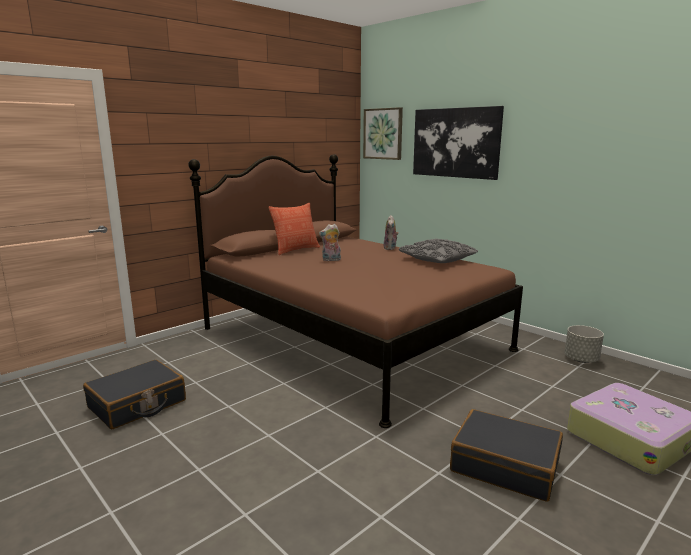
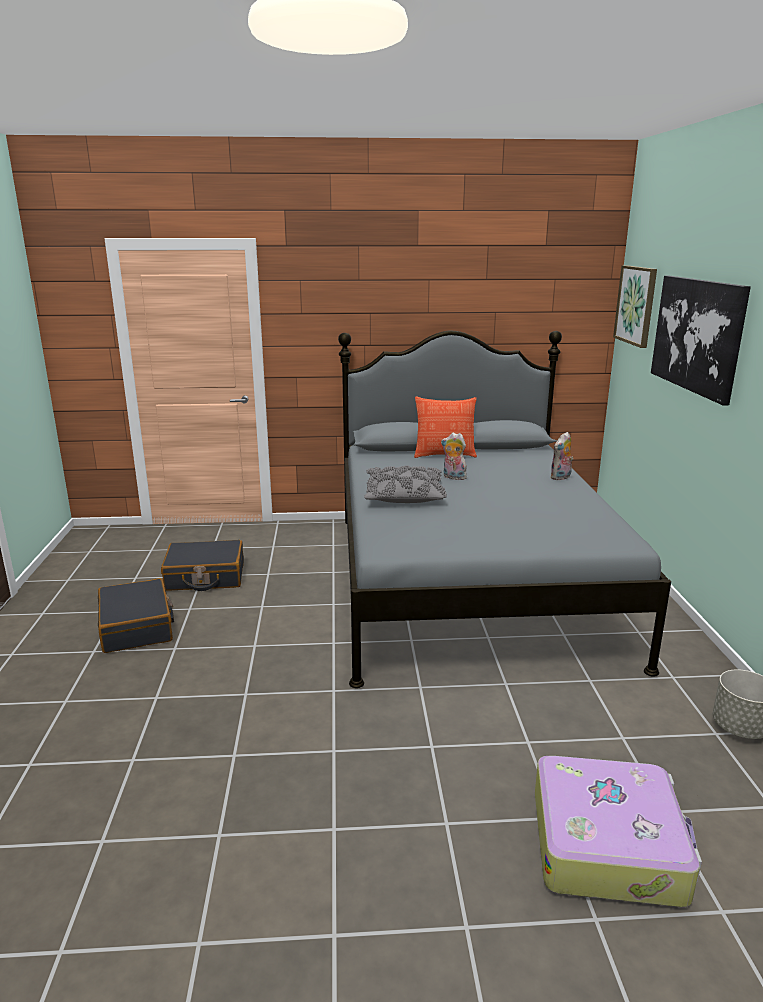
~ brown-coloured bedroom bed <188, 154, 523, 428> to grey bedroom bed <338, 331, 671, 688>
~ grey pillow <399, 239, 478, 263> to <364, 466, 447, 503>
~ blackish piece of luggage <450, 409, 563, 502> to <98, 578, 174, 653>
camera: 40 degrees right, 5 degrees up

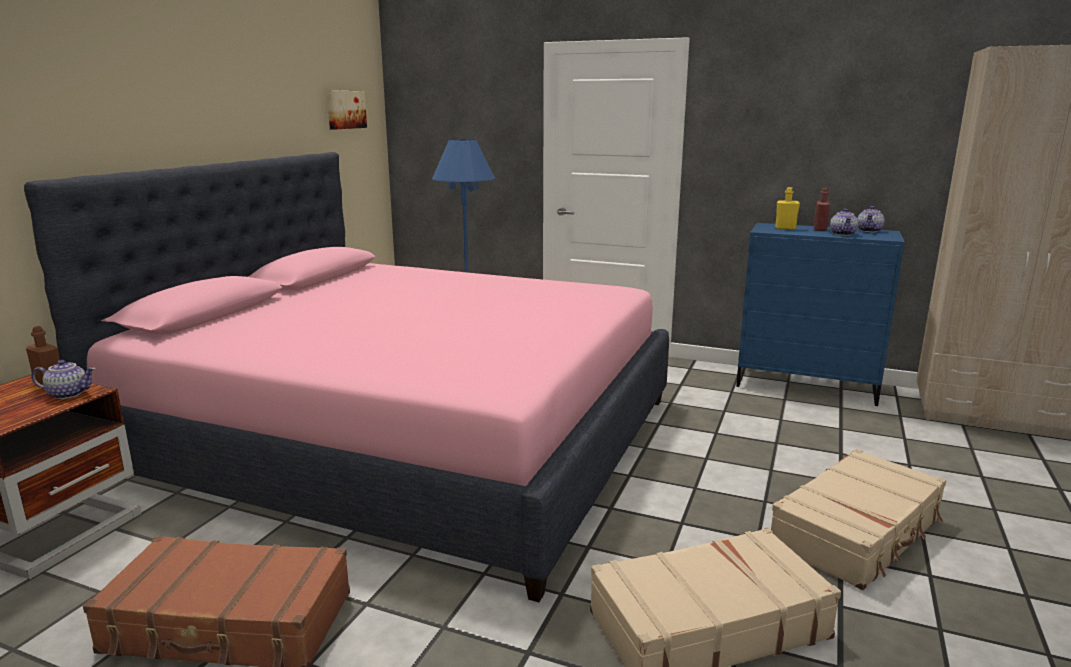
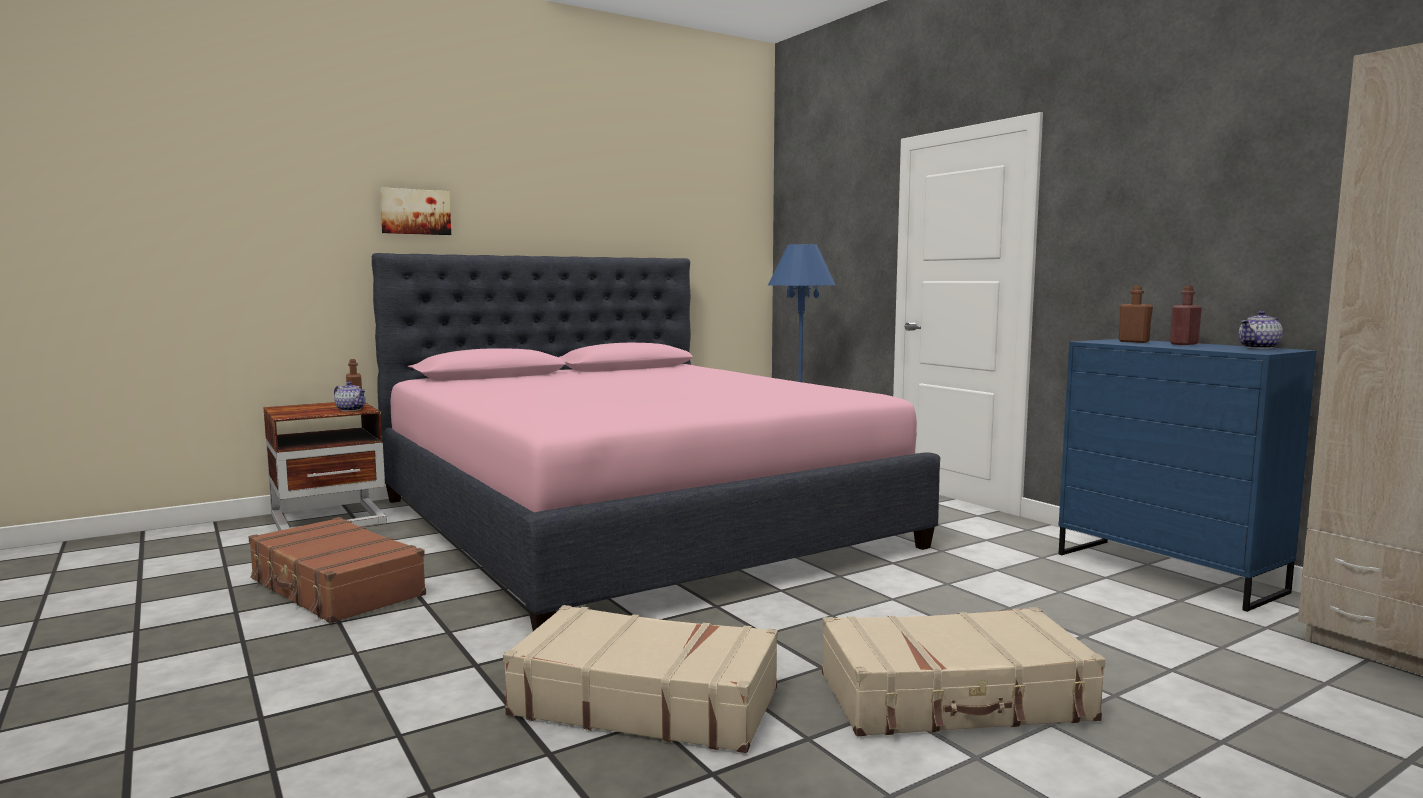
~ wall picture <327, 90, 367, 130> to <380, 187, 451, 235>
~ yellowish bottle <775, 187, 800, 230> to brown-coloured bottle <1119, 286, 1153, 343>
- pot for tea <830, 209, 858, 236>
camera: 35 degrees right, 10 degrees down

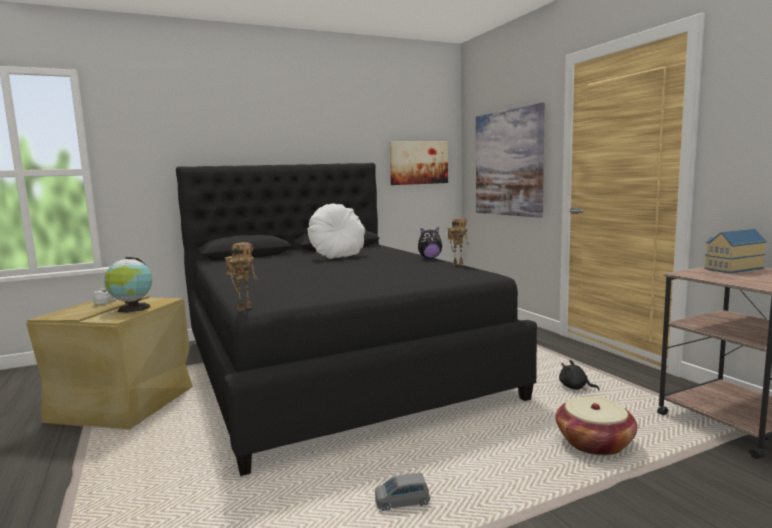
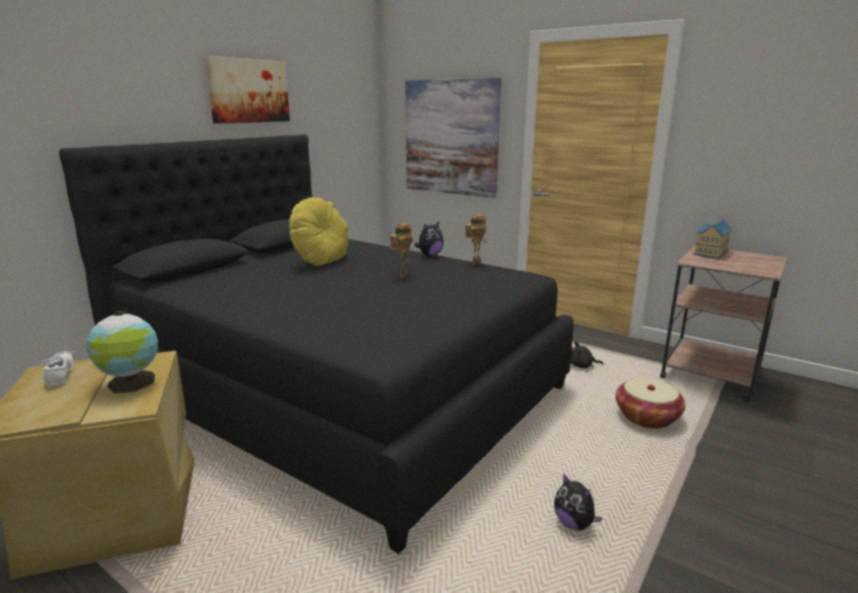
~ model robot <225, 242, 258, 311> to <390, 222, 413, 277>
~ white-coloured pillow <308, 204, 365, 259> to yellowish pillow <289, 197, 348, 266>
~ grey miniature car <375, 473, 430, 511> to soft toy <554, 474, 603, 530>
~ wall picture <389, 141, 448, 185> to <205, 56, 290, 124>
camera: 30 degrees left, 10 degrees up

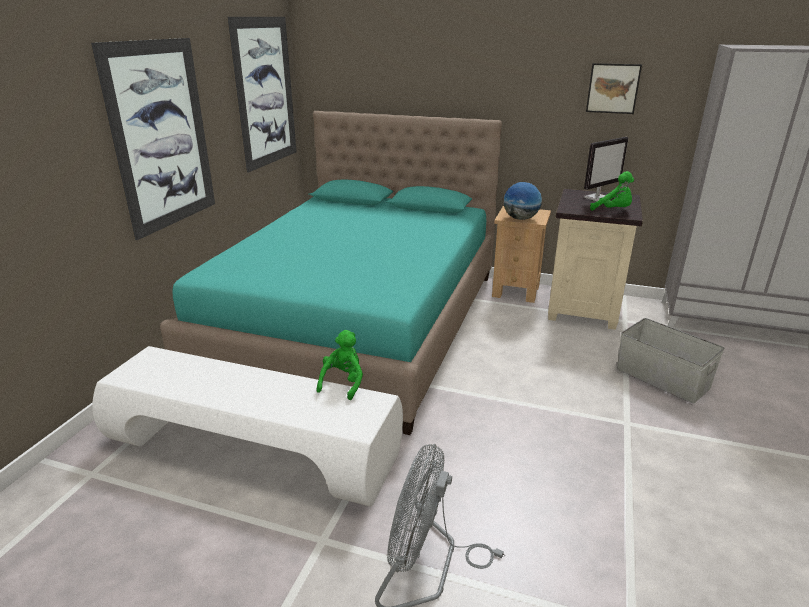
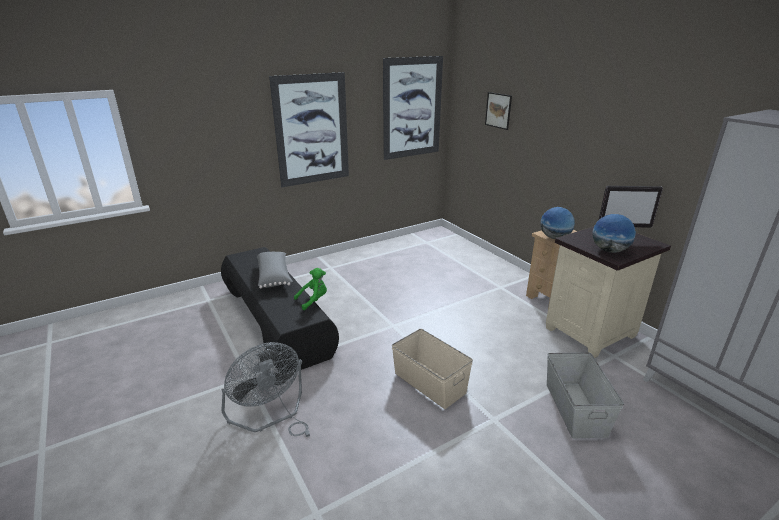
~ white-coloured bench <92, 346, 403, 507> to blackish bench <221, 247, 339, 374>
- turquoise-coloured bedroom bed <160, 111, 502, 435>
~ wall picture <586, 63, 642, 114> to <485, 92, 512, 130>
~ green soft toy <590, 171, 634, 211> to world globe <593, 214, 636, 253>
+ grey pillow <257, 252, 293, 289>
+ sand-coloured storage box <392, 329, 473, 409>
camera: 40 degrees right, 0 degrees up

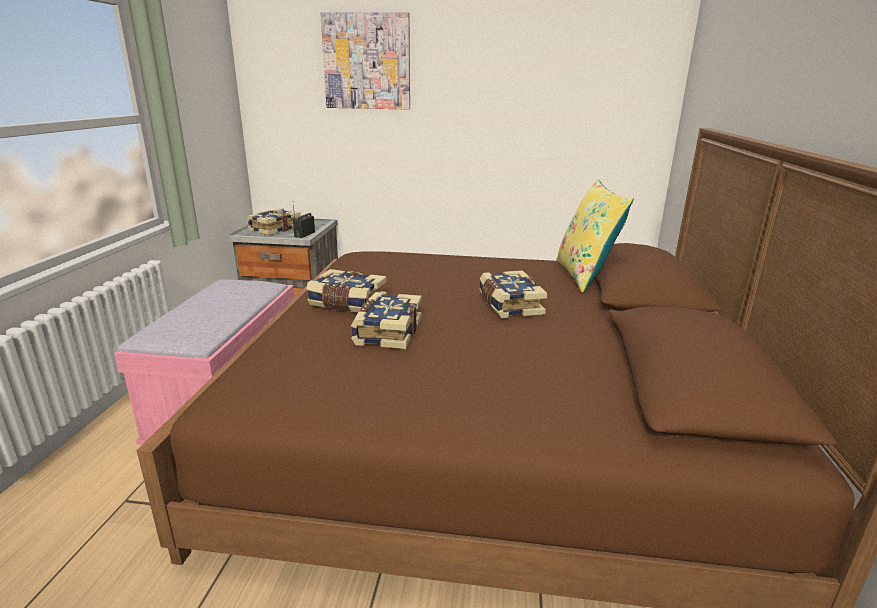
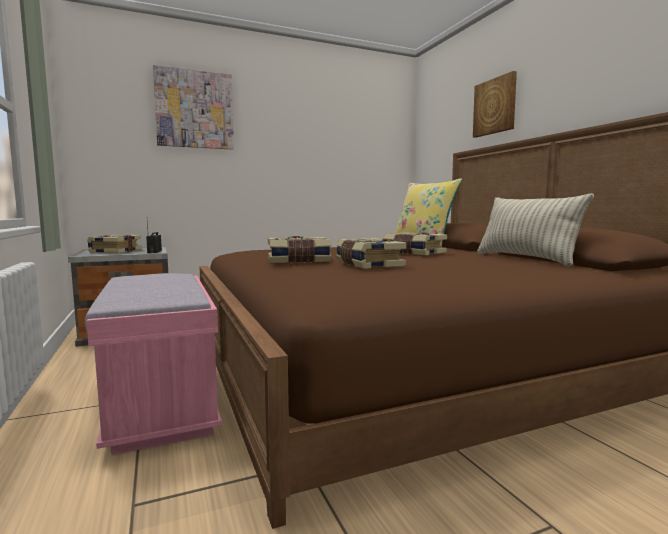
+ wall picture <473, 71, 517, 138>
+ pillow <477, 193, 594, 266>
camera: 30 degrees left, 15 degrees down

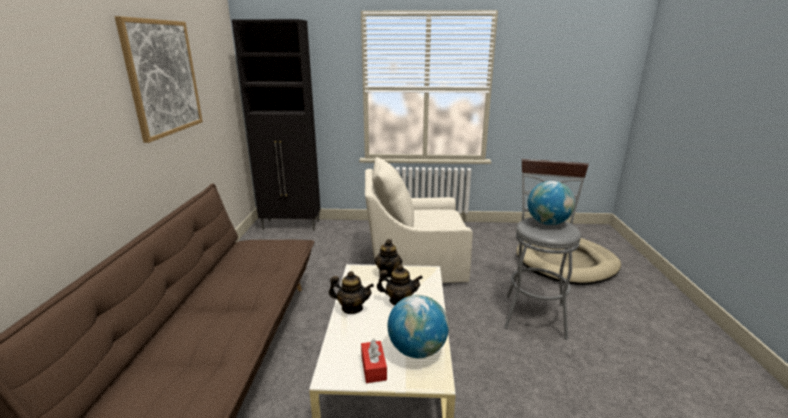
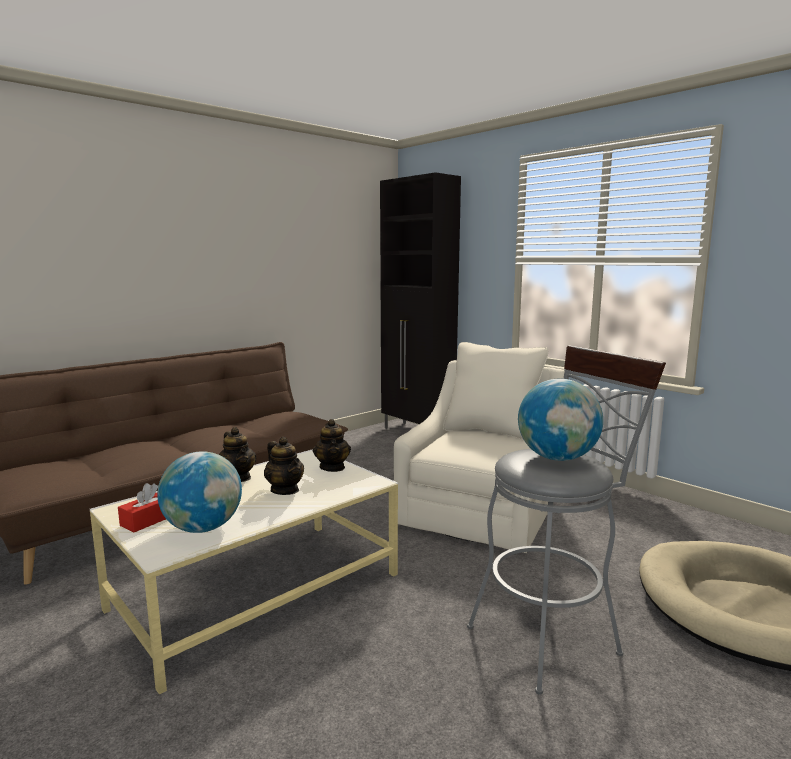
- wall picture <115, 16, 203, 143>
~ sand-coloured easy chair <365, 157, 473, 283> = <394, 342, 564, 553> 75 degrees clockwise
~ pot for tea <374, 239, 402, 278> = <313, 419, 351, 472> 60 degrees counterclockwise
camera: 45 degrees right, 10 degrees down

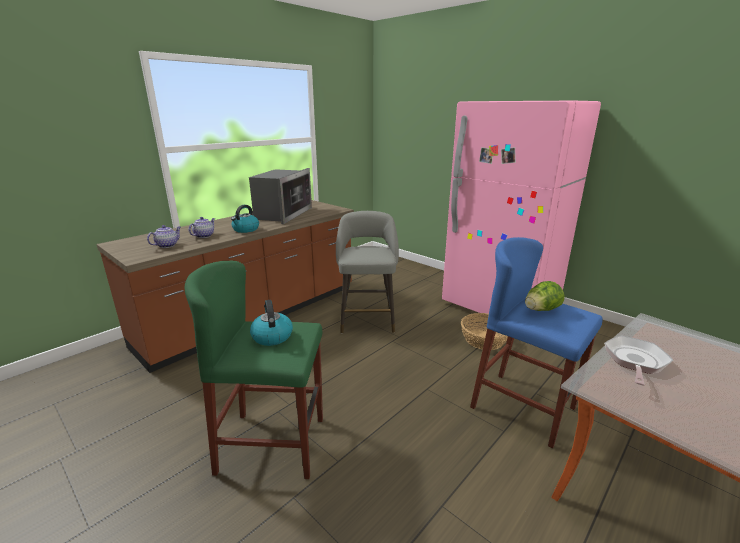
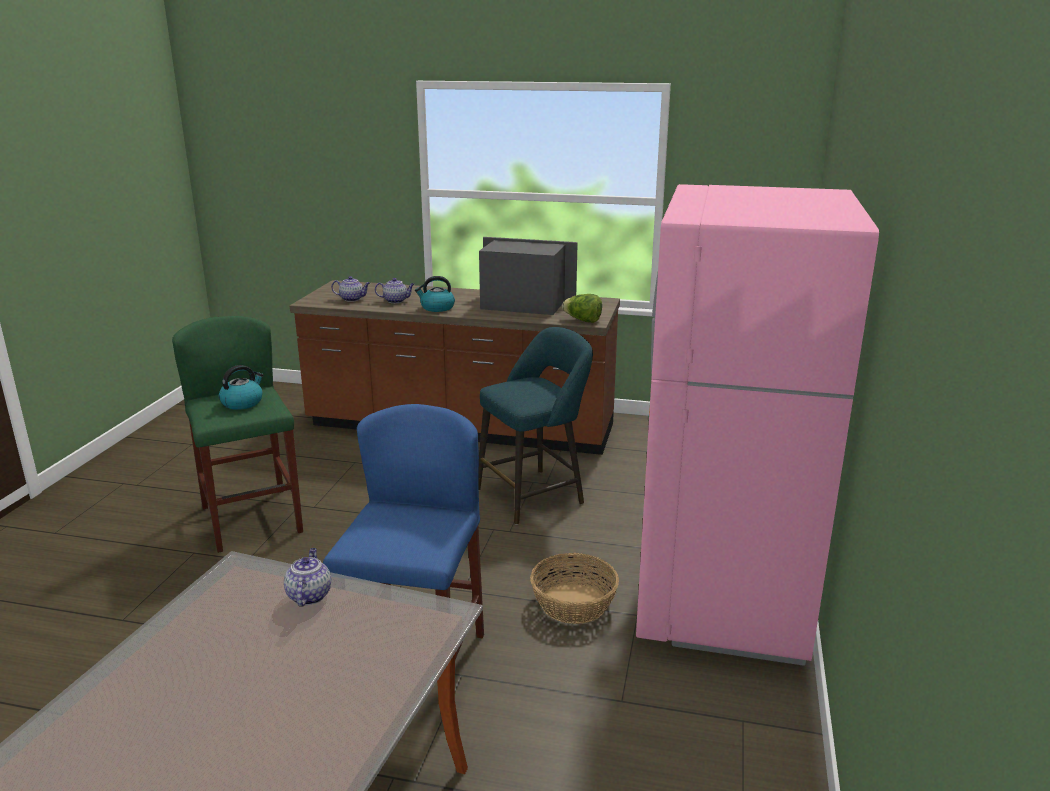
~ microwave <249, 168, 312, 224> = <479, 237, 578, 315> 150 degrees counterclockwise
~ grey sitting stool <336, 211, 399, 334> to turquoise-coloured sitting stool <478, 327, 593, 525>
~ lettuce head <525, 281, 565, 311> to <562, 294, 602, 323>
~ pan <604, 335, 673, 386> to pot for tea <284, 548, 331, 607>
camera: 60 degrees right, 0 degrees up

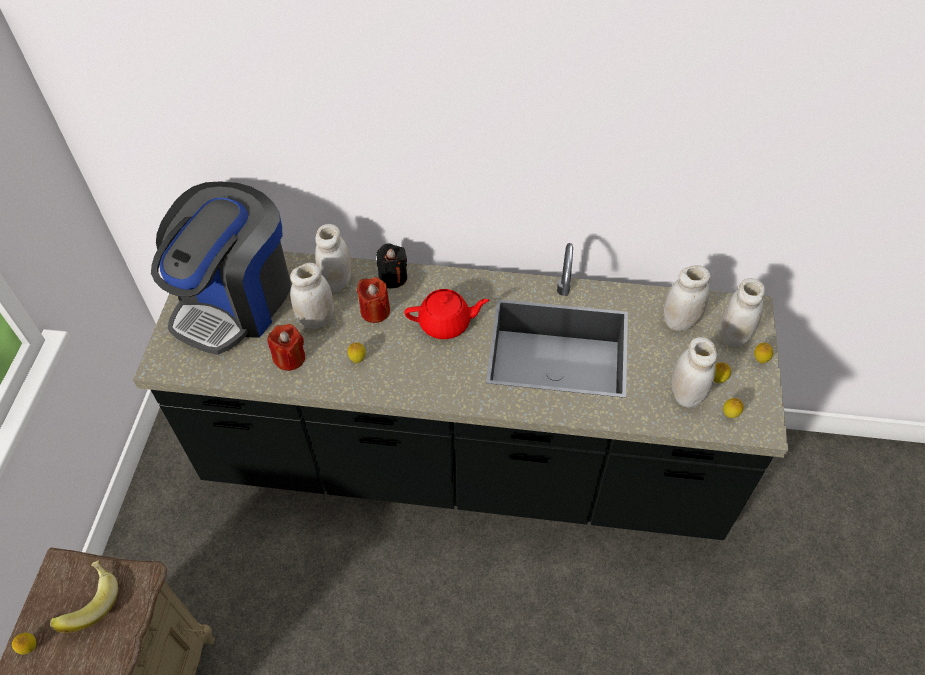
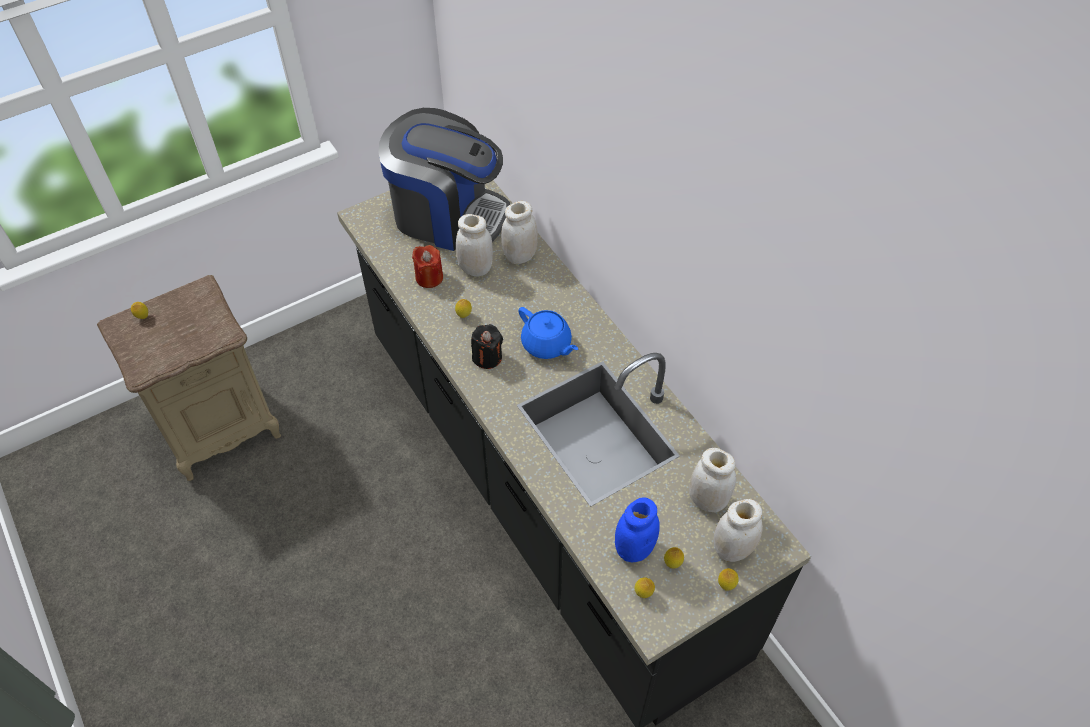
- banana <50, 560, 118, 633>
~ coffee brewer <151, 181, 291, 355> = <378, 108, 510, 251> 150 degrees counterclockwise
- red wax candle <357, 277, 390, 323>
~ blackish wax candle <376, 243, 407, 288> to <471, 324, 503, 369>
~ red pot for tea <404, 289, 489, 339> to blue-coloured pot for tea <519, 307, 578, 359>
~ white-coloured jar <672, 337, 717, 407> to blue-coloured jar <615, 497, 660, 562>
camera: 50 degrees right, 0 degrees up

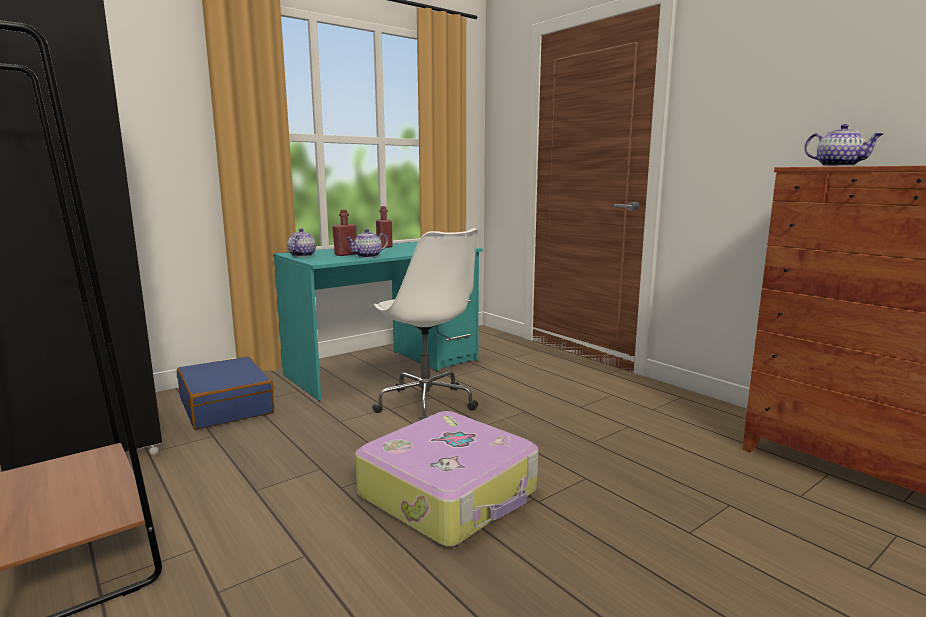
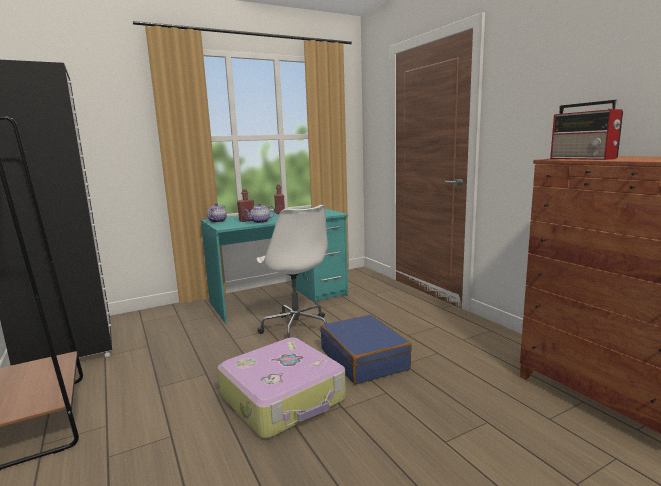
~ blue-coloured piece of luggage <177, 356, 274, 430> to <320, 315, 412, 384>
~ pot for tea <805, 124, 883, 166> to radio <550, 100, 623, 160>
camera: 10 degrees right, 0 degrees up

